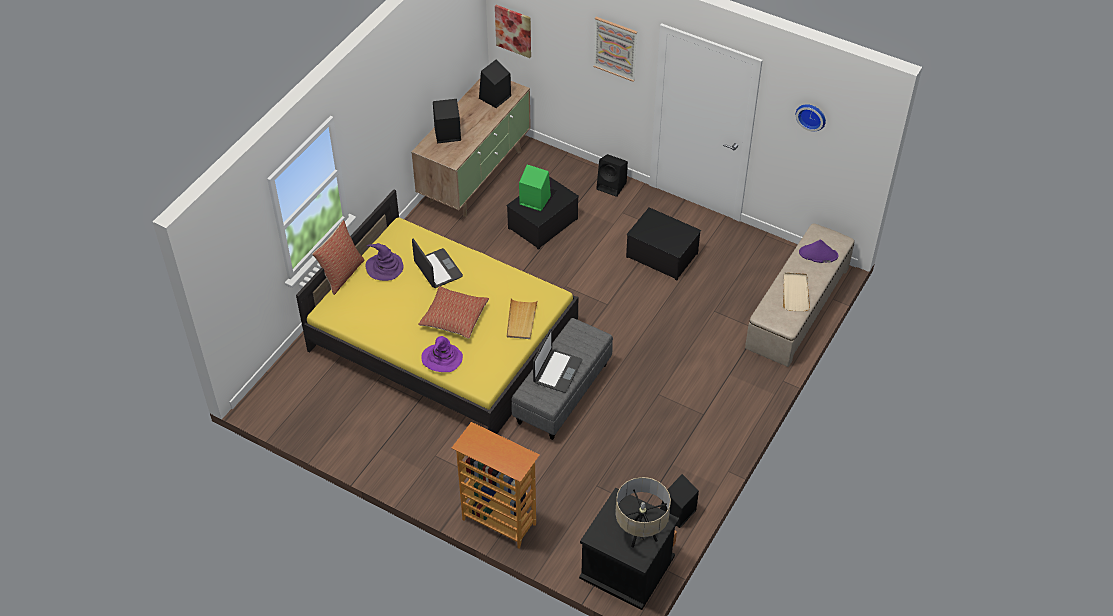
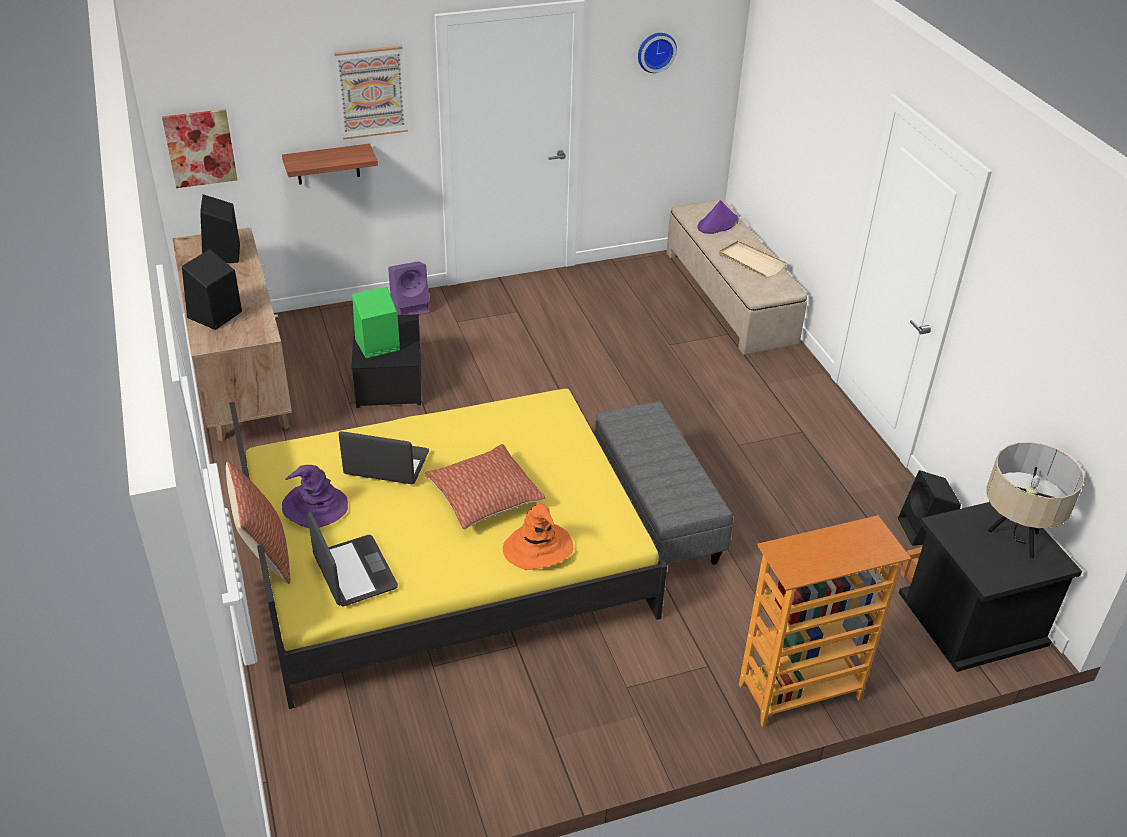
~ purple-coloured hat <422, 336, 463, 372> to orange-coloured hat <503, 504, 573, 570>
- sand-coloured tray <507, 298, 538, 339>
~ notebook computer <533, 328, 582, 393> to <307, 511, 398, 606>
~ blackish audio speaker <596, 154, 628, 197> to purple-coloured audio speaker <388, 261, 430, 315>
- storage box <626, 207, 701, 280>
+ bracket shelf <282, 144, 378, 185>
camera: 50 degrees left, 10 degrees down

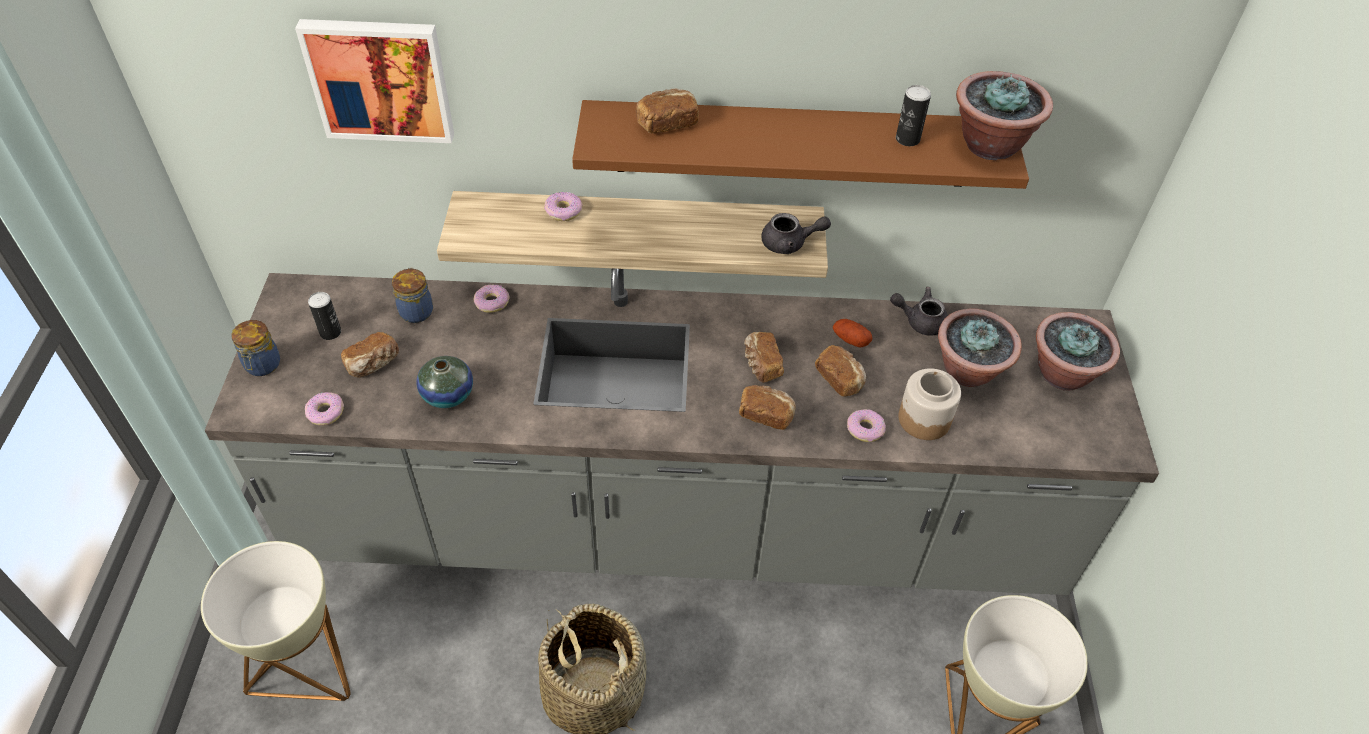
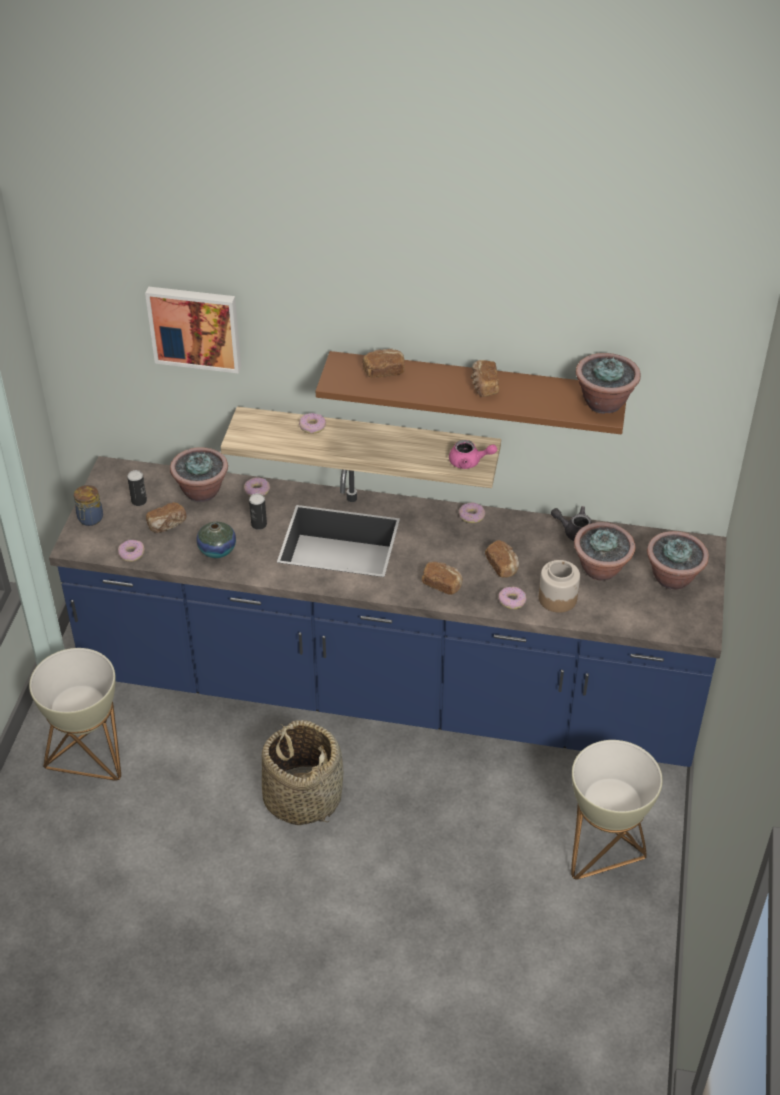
~ grey counter <204, 268, 1159, 595> to blue-coloured counter <49, 456, 727, 767>
~ jar <392, 268, 433, 323> to houseplant <170, 447, 228, 502>
~ bread <744, 332, 784, 383> to <471, 360, 499, 397>
~ grey pot for tea <761, 213, 831, 254> to pinkish pot for tea <449, 440, 497, 469>
- spud <833, 319, 872, 348>
~ can <896, 85, 931, 146> to <249, 493, 267, 530>
+ ring doughnut <459, 502, 485, 523>
camera: 10 degrees right, 5 degrees down

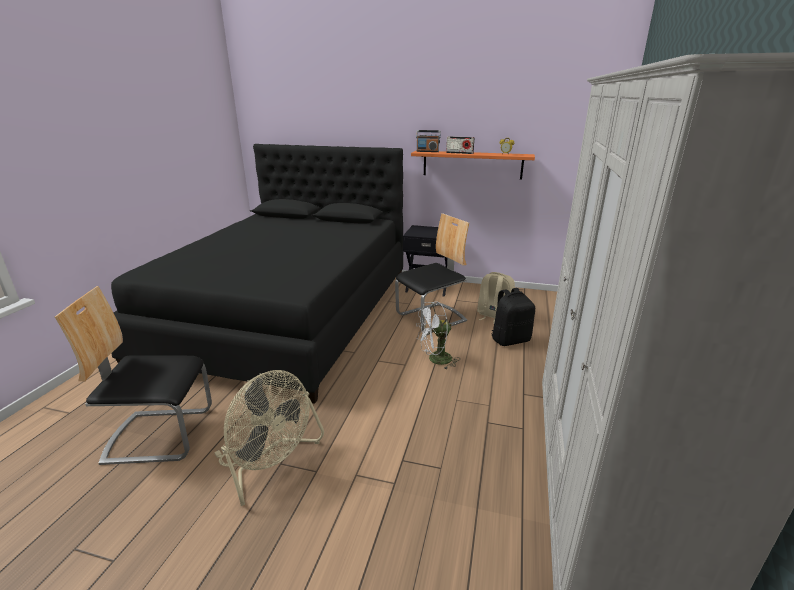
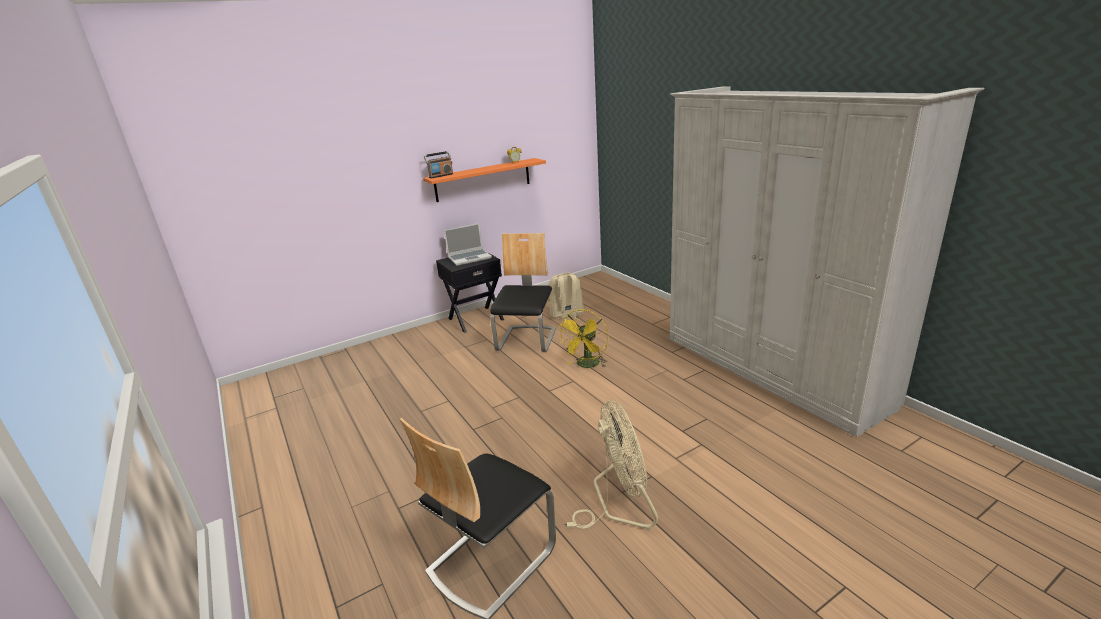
- blackish bedroom bed <111, 144, 403, 404>
~ white-coloured fan <416, 301, 459, 370> to yellowish fan <558, 309, 608, 368>
- radio <446, 136, 475, 154>
- blackish knapsack <491, 288, 535, 346>
+ notebook computer <444, 223, 492, 266>
camera: 45 degrees left, 0 degrees up

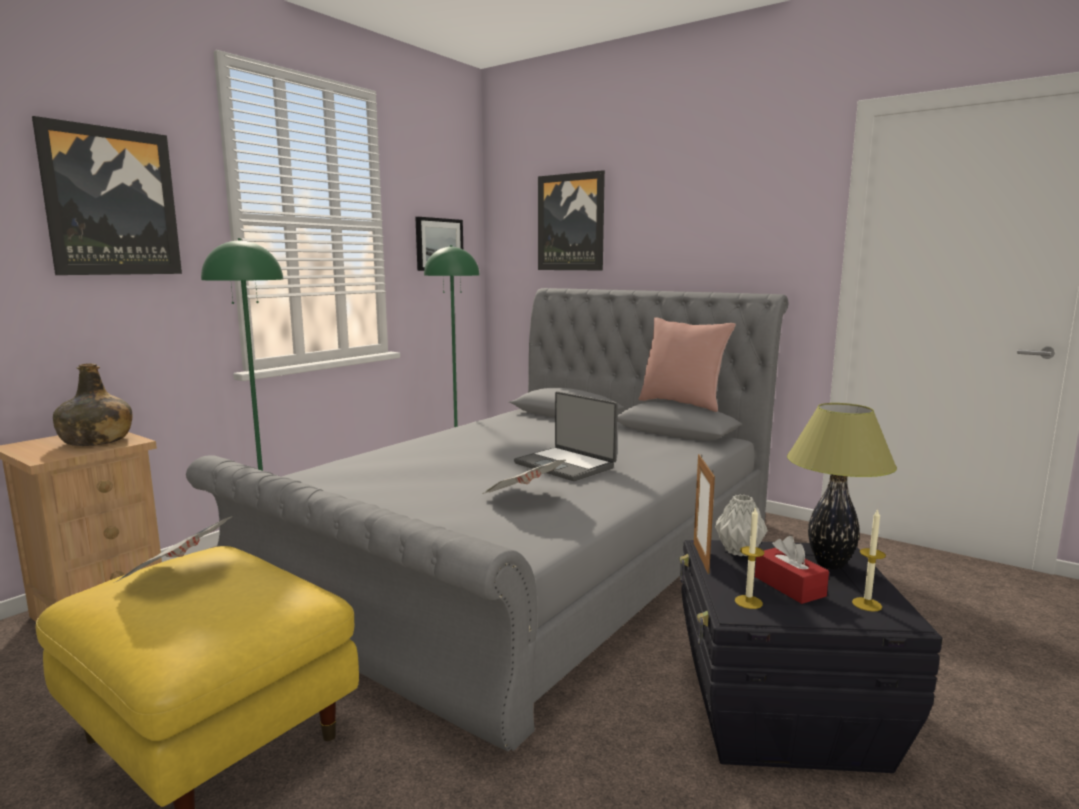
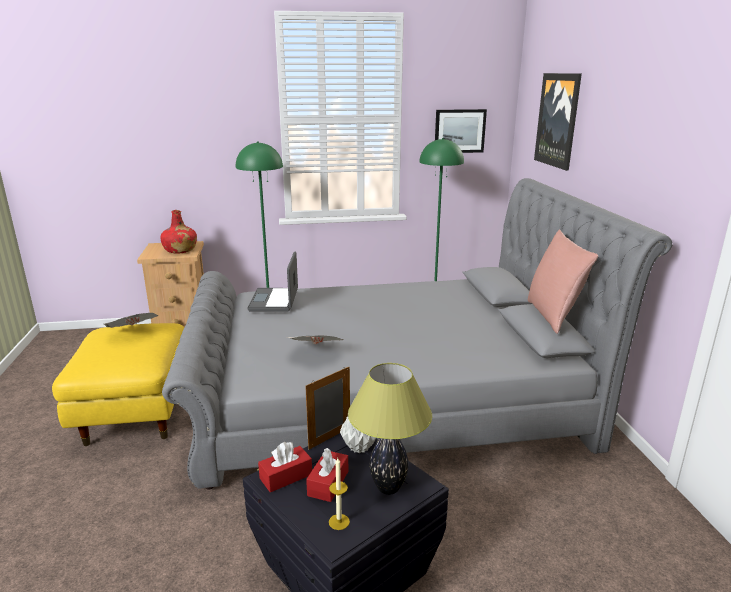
- wall picture <32, 116, 182, 275>
~ green bottle <53, 364, 132, 446> to red bottle <160, 210, 197, 254>
~ notebook computer <514, 392, 618, 481> to <247, 252, 298, 311>
~ wax candle <735, 507, 764, 609> to red box of tissues <258, 442, 312, 492>
camera: 45 degrees right, 10 degrees up

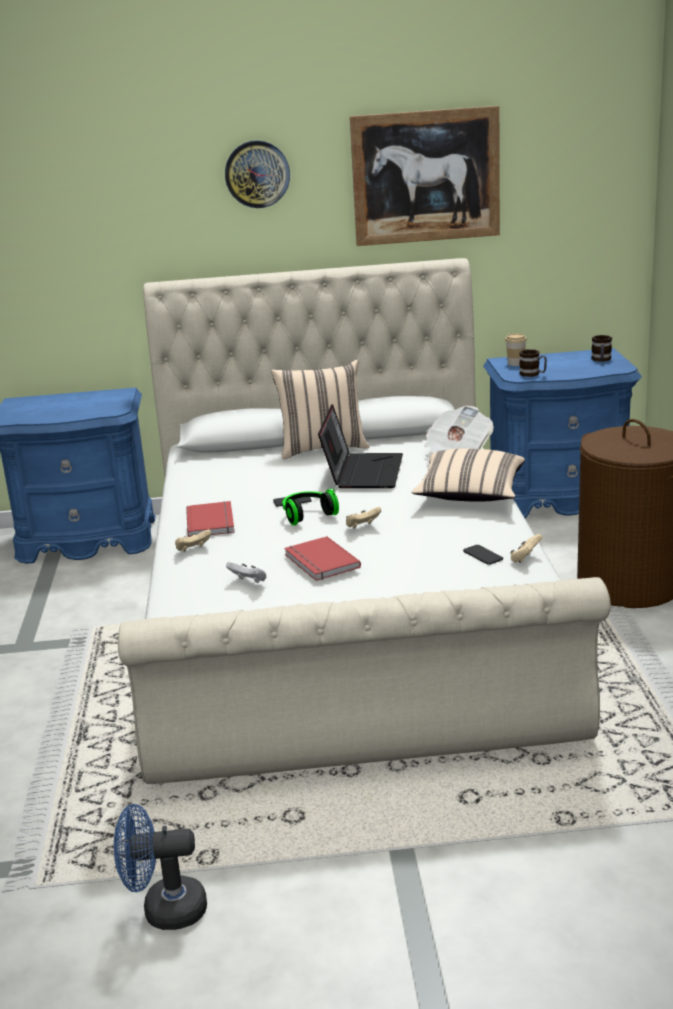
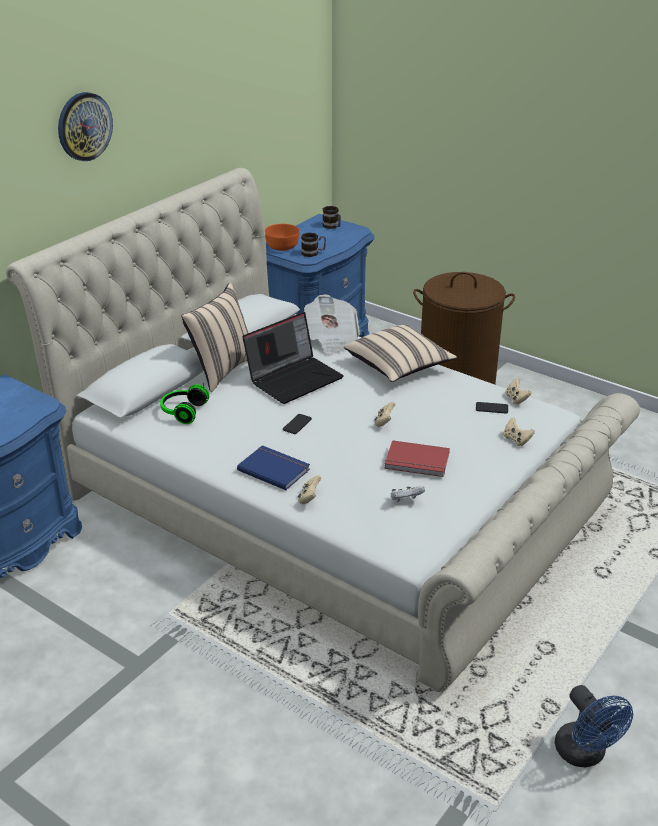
~ blue-coloured fan <114, 804, 207, 930> = <555, 685, 633, 767> 60 degrees counterclockwise
~ red volume <186, 501, 235, 537> to blue-coloured volume <237, 445, 310, 490>
~ pair of headphones <282, 488, 339, 526> to <160, 382, 209, 424>
~ notebook computer <318, 404, 403, 488> = <242, 312, 344, 404> 90 degrees clockwise
- wall picture <350, 106, 500, 246>
~ drinking cup <505, 334, 527, 366> to orange-coloured bowl <265, 224, 300, 251>
+ sand-coloured game controller <503, 418, 535, 446>
camera: 50 degrees left, 10 degrees up

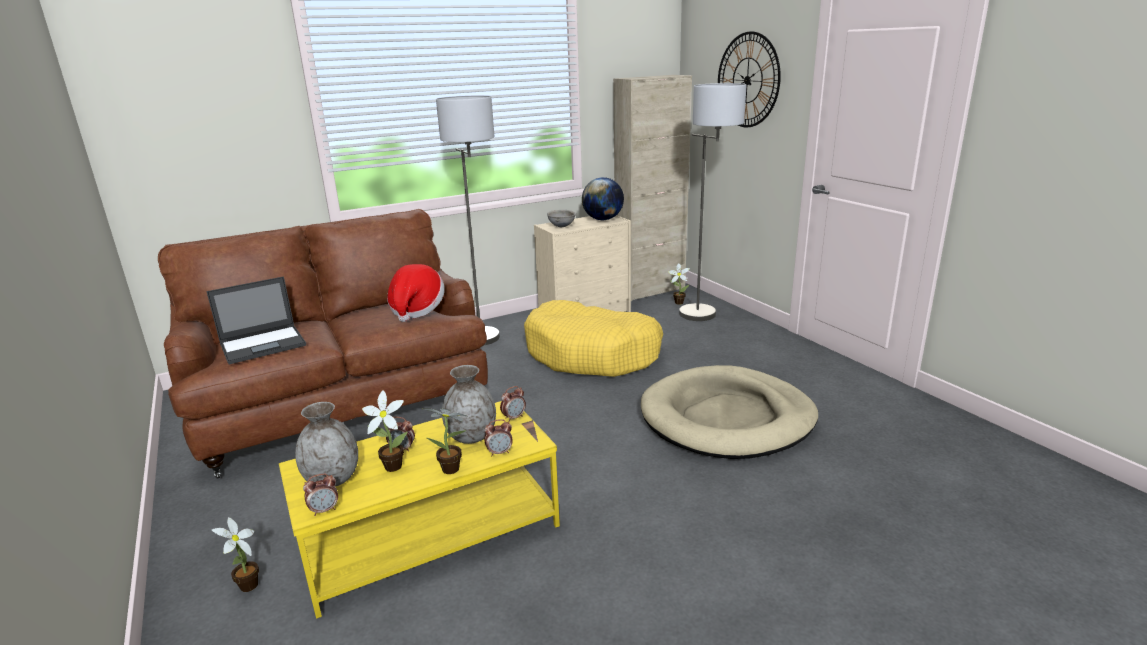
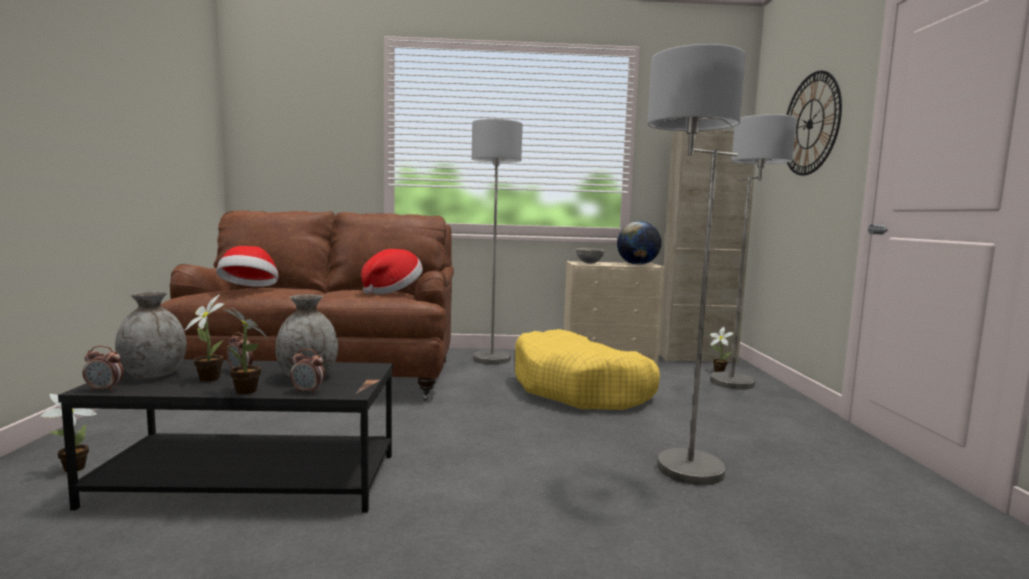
~ notebook computer <206, 276, 306, 364> to hat <216, 246, 278, 287>
~ yellowish lounge table <279, 401, 560, 619> to blackish lounge table <58, 359, 393, 513>
- bedside clock <500, 386, 526, 422>
~ sand-coloured dog bed <641, 365, 818, 459> to grey floor lamp <648, 44, 746, 485>
camera: 25 degrees right, 15 degrees down

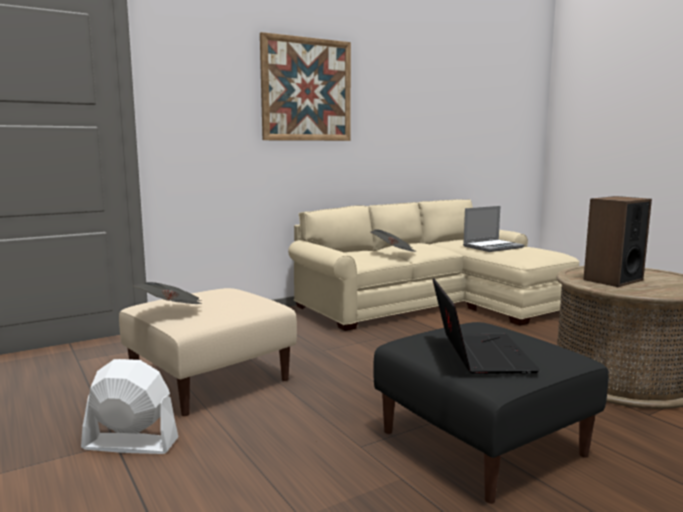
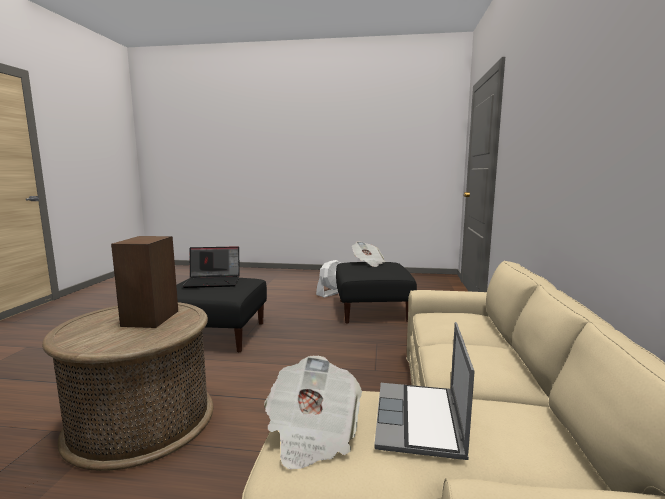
~ sand-coloured footrest <119, 288, 297, 416> to blackish footrest <336, 262, 417, 323>
- wall picture <260, 32, 351, 141>
~ printed paper <371, 229, 416, 252> to <264, 356, 362, 470>
~ notebook computer <433, 279, 540, 374> = <182, 246, 240, 288> 45 degrees counterclockwise
camera: 130 degrees right, 0 degrees up

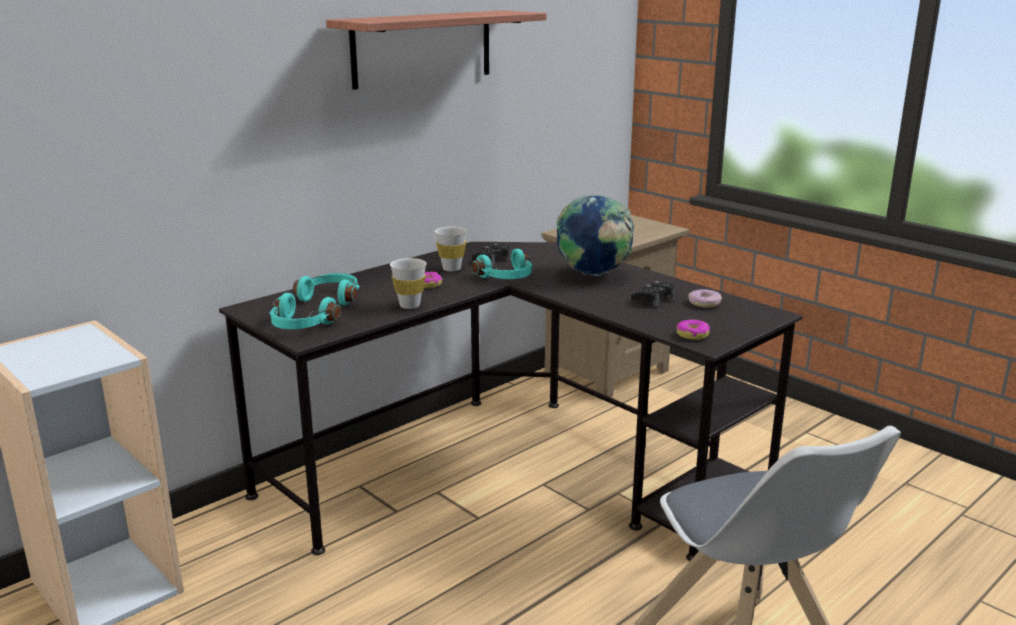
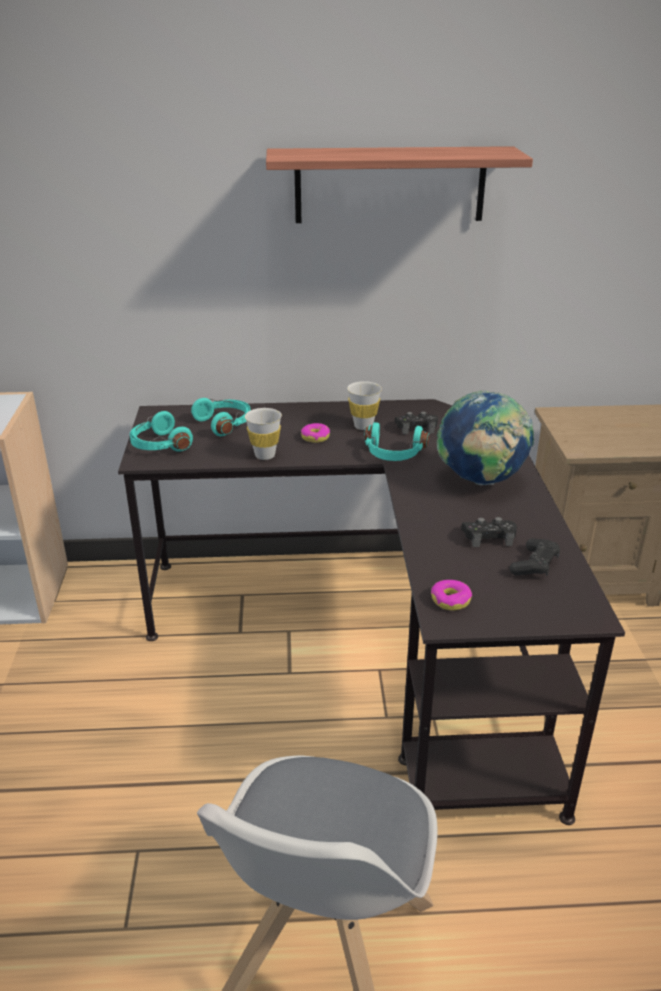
~ ring doughnut <688, 289, 722, 308> to blackish game controller <509, 538, 560, 576>
camera: 40 degrees right, 10 degrees up

